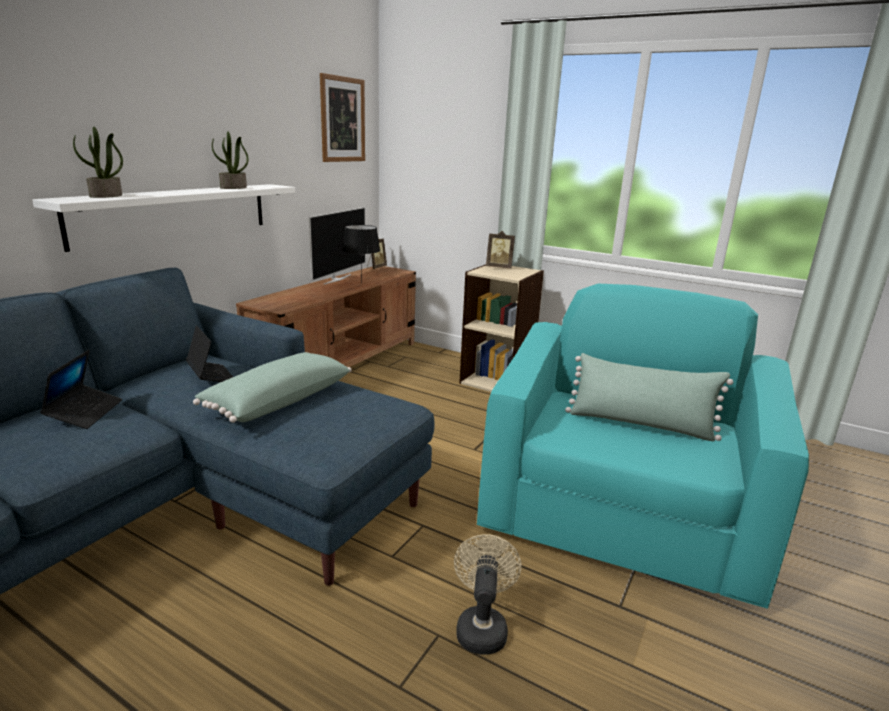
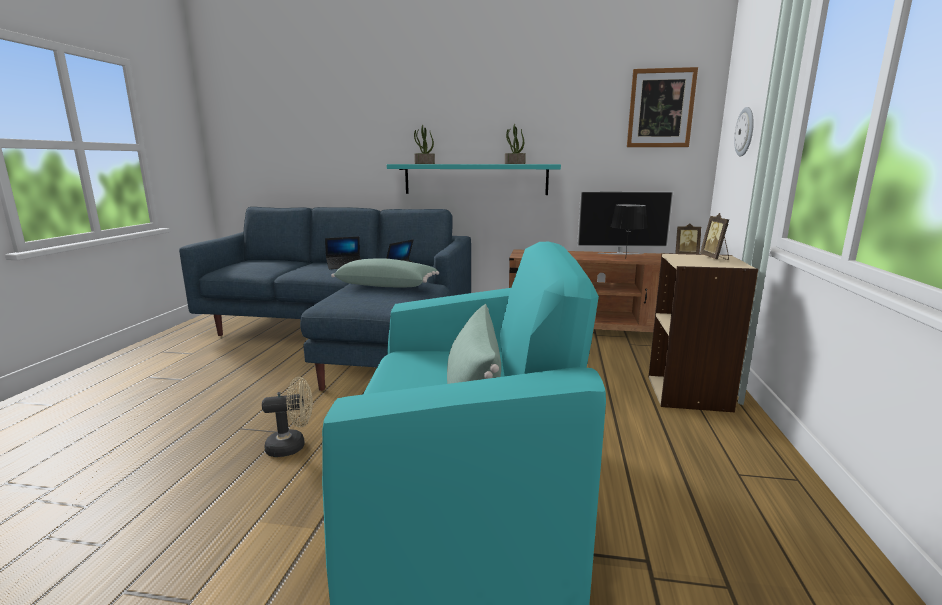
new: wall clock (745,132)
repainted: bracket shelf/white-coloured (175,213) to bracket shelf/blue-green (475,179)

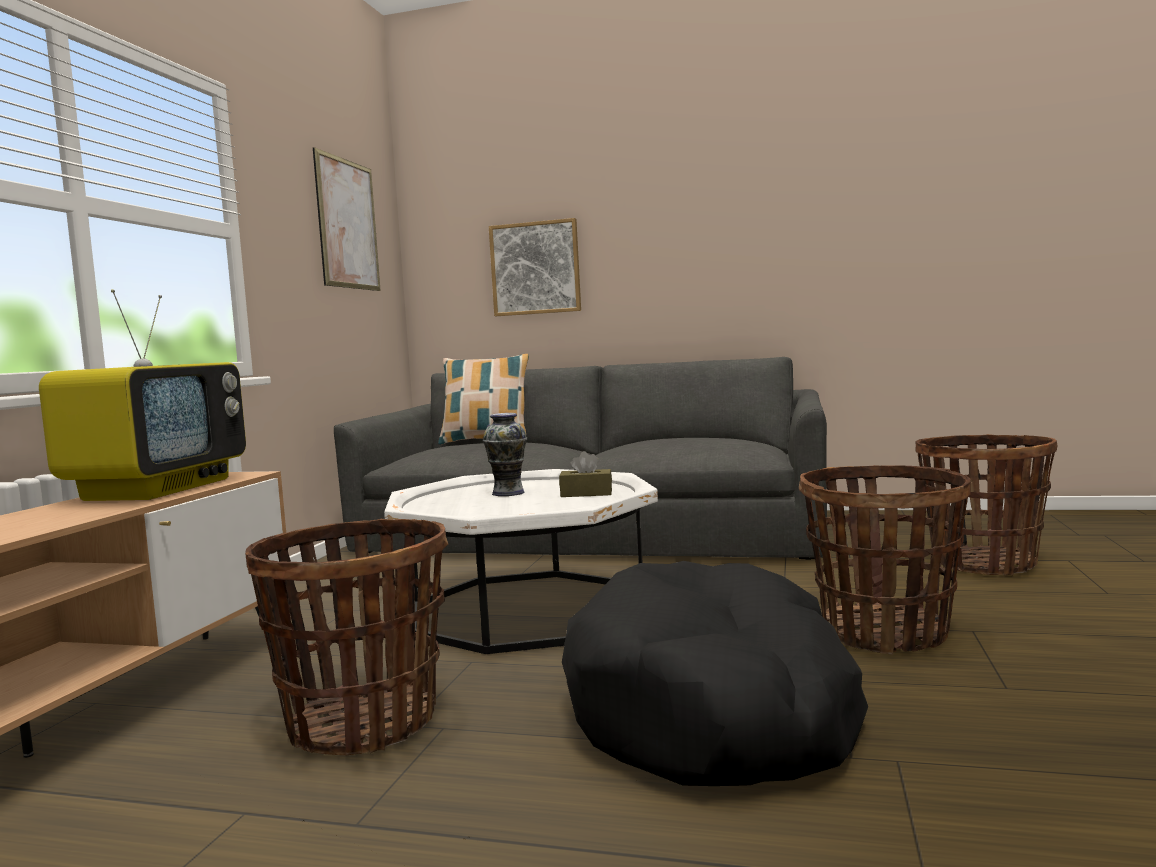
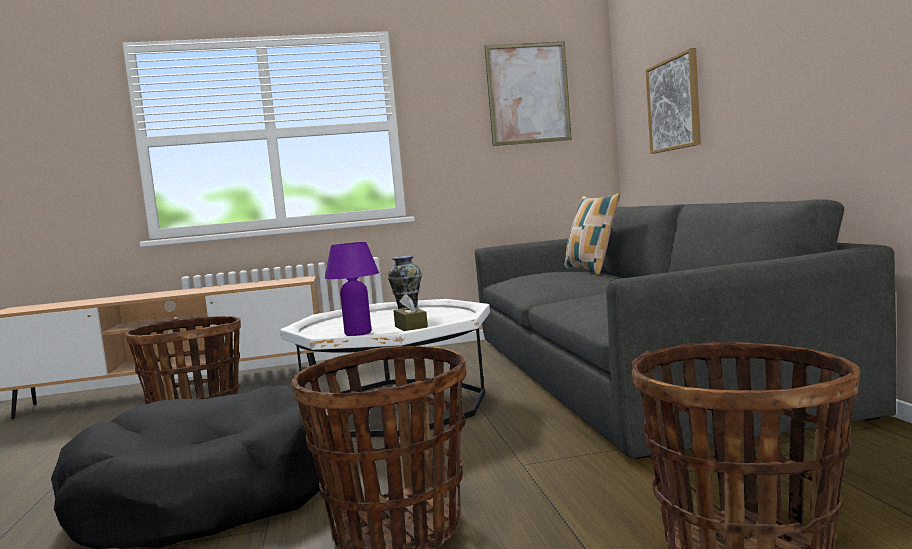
gone: television (158,489)
new: tabletop lamp/purple-coloured (358,333)

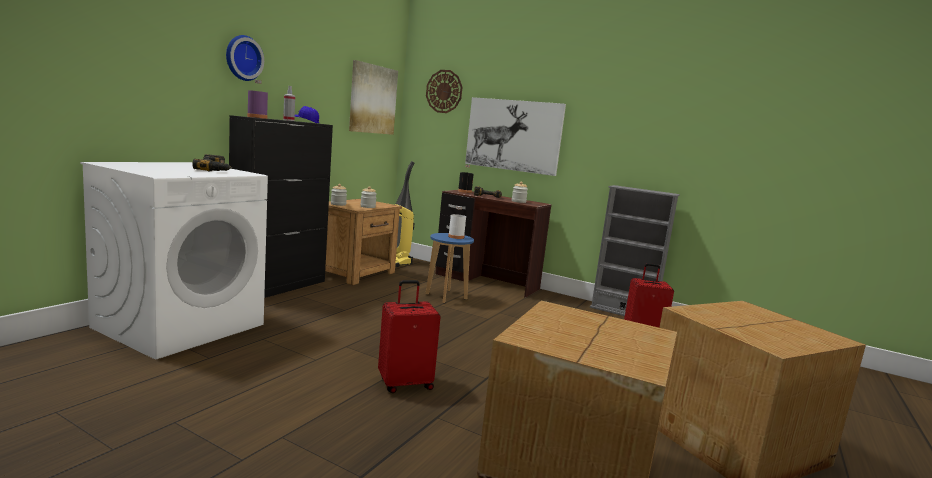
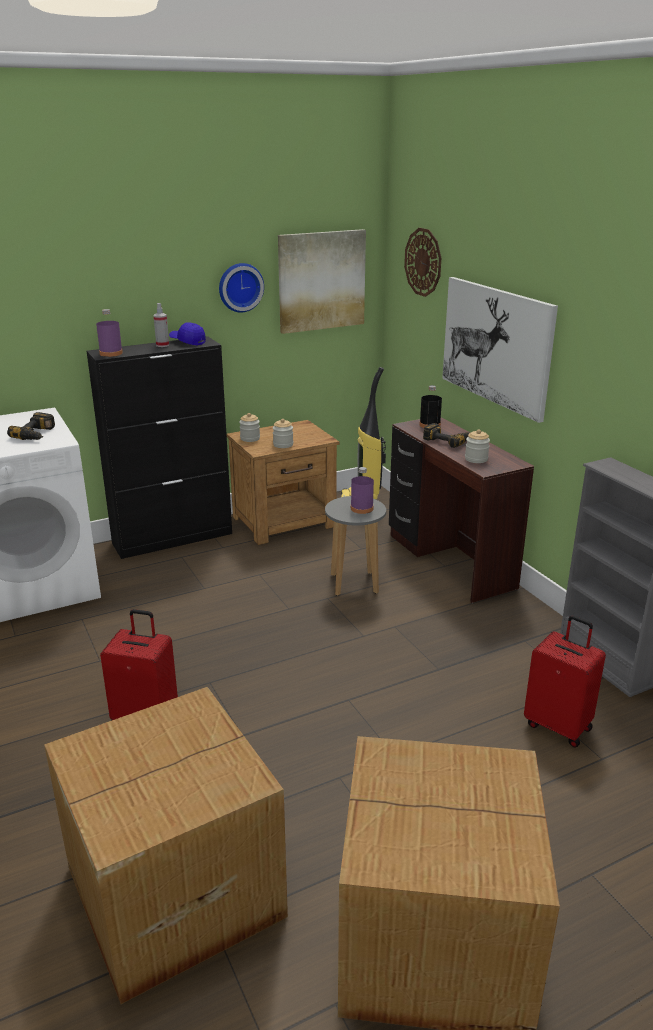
shifted: wall clock (242,58) to (240,287)
repainted: stool/blue (446,297) to stool/gray (353,584); beverage bottle/white-coloured (456,237) to beverage bottle/purple-coloured (361,508)

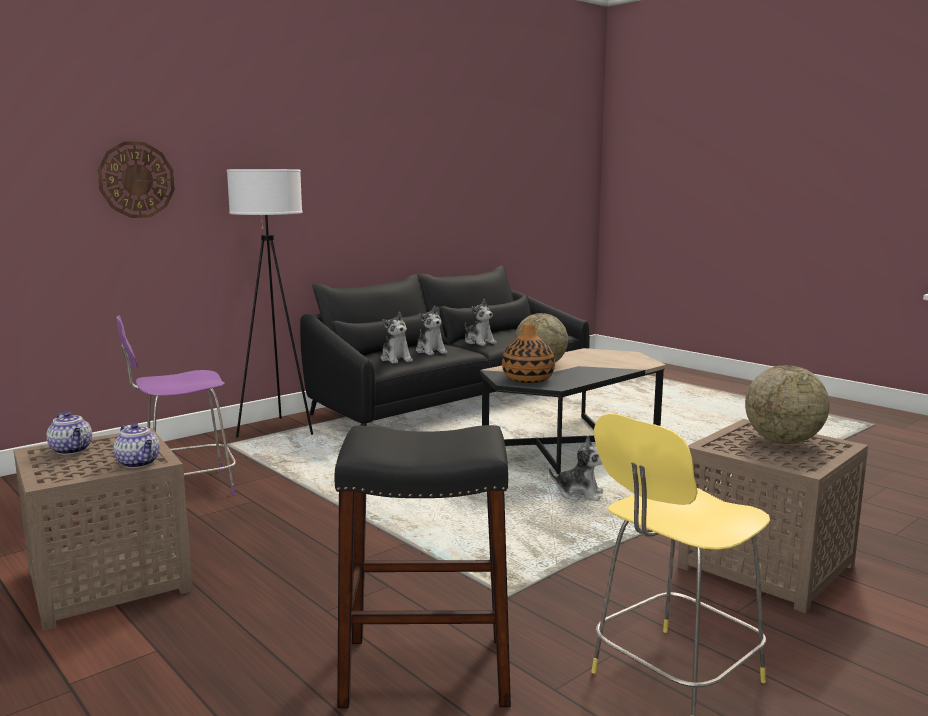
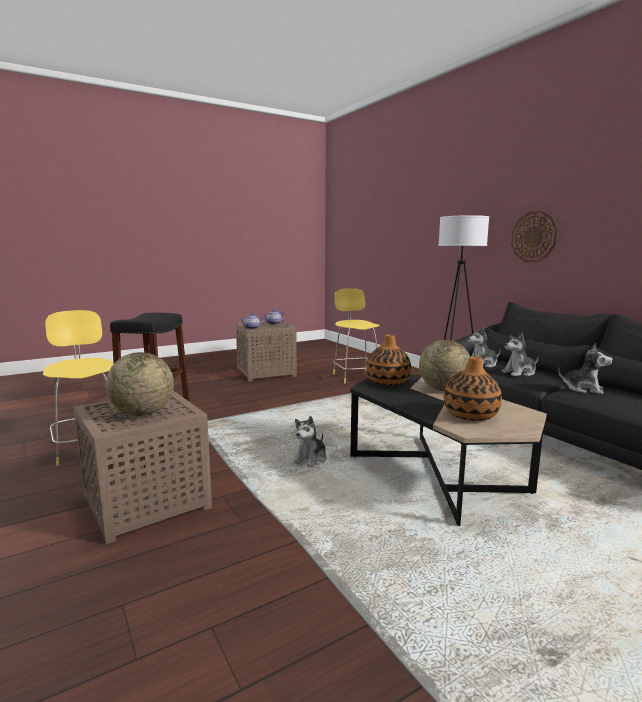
new: decorative vase (470,415)
shifted: wall clock (136,180) to (534,237)
repainted: stool/purple-coloured (185,488) to stool/yellow (355,376)
rotated: soft toy (479,342) = (583,389) 120 degrees counterclockwise

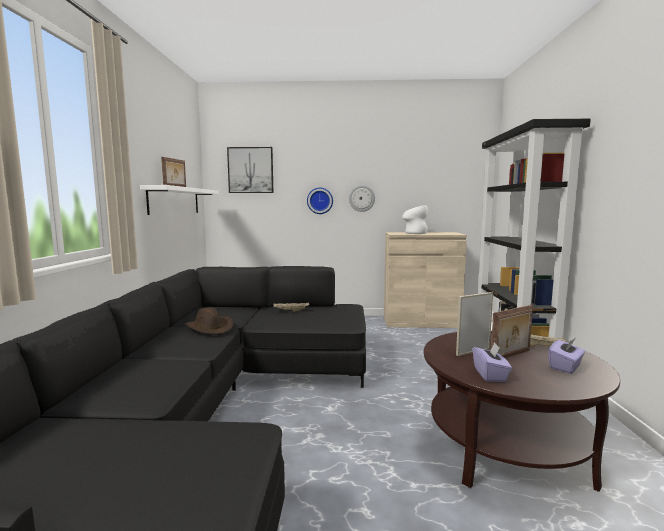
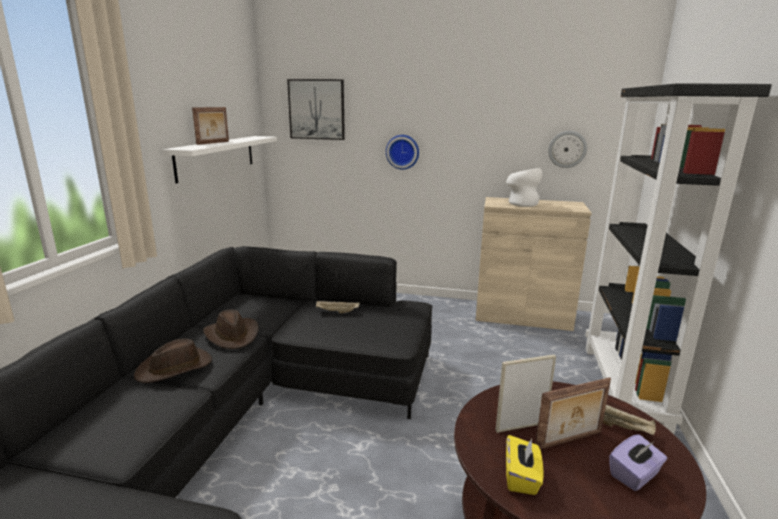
new: wearable hat/brownish (175,368)
shifted: wall clock (361,198) to (567,149)
repainted: tissue box/purple-coloured (490,375) to tissue box/yellow (521,477)

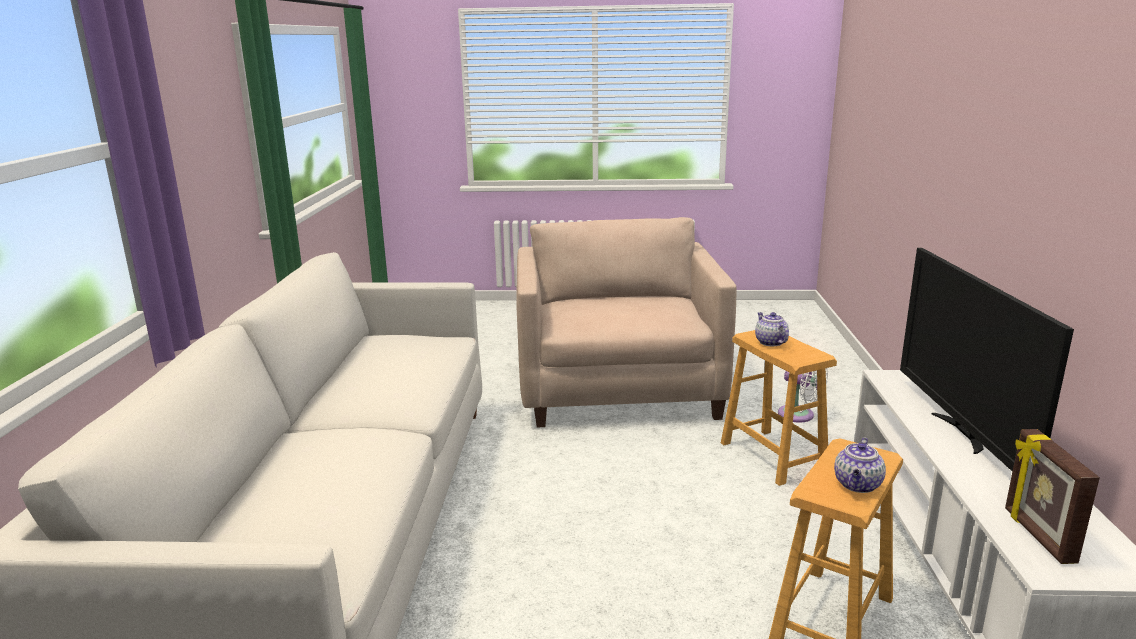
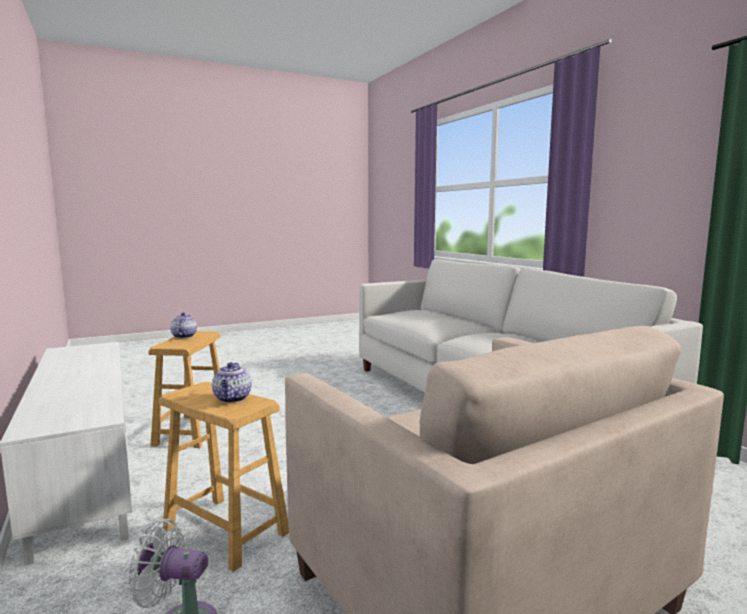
gone: television (961,433); picture frame (1037,535)
rotated: tea pot (770,342) = (232,399) 45 degrees clockwise

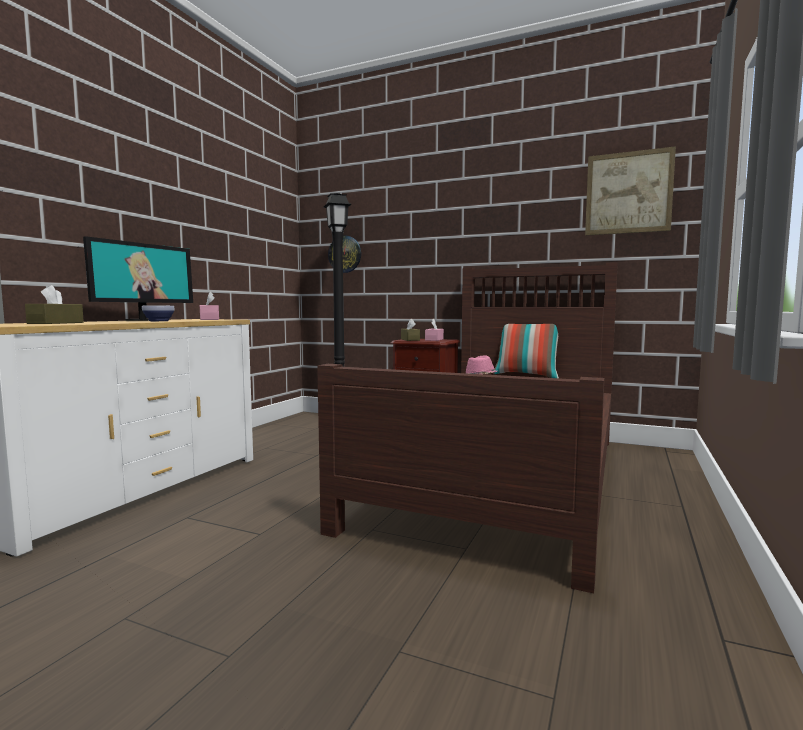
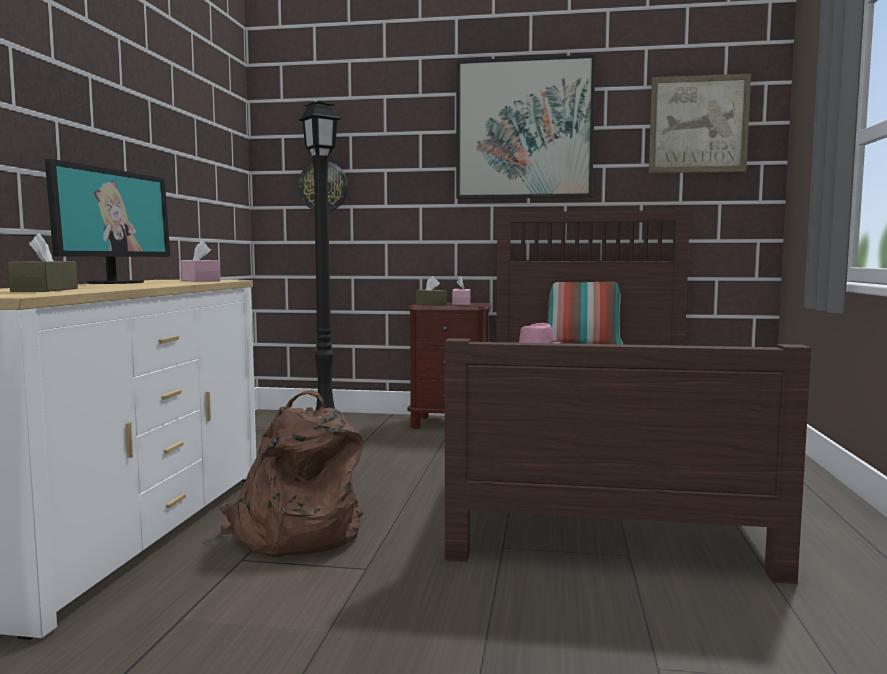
gone: serving bowl (158,321)
new: rucksack/brownish (295,534); wall picture (524,129)

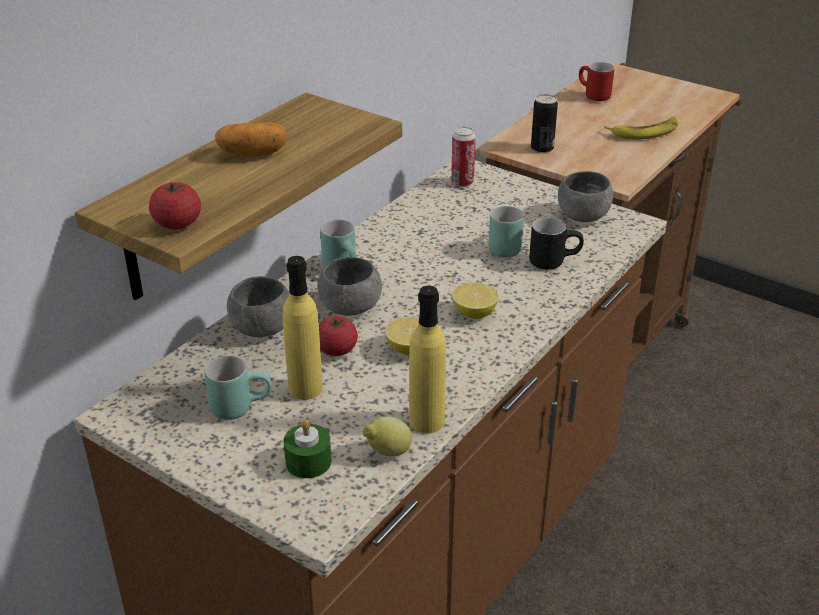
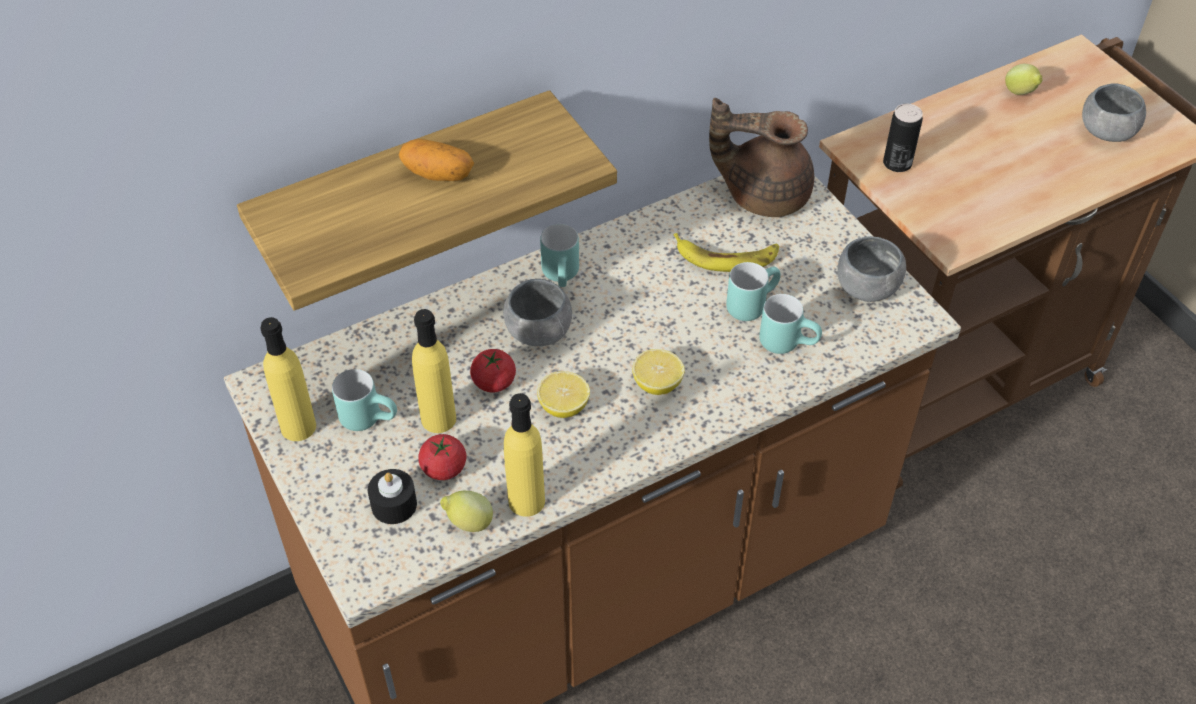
new: beverage bottle/yellow (298,427)
shifted: fresh tomato (177,224) to (444,468); banana fruit (645,132) to (726,256); serving bowl/gray (262,328) to (1107,131)
swapped: metal can (462,183) to tea pot/brownish (763,193); tea mug/reddish (592,95) to citrus fruit (1020,93)
repainted: candle/greenish (308,462) to candle/black-coloured (394,504); tea mug/black-coloured (553,261) to tea mug/blue-green (788,342)

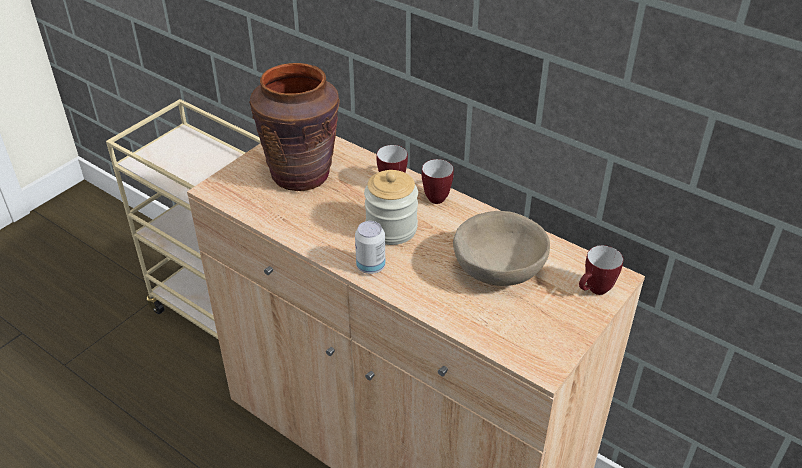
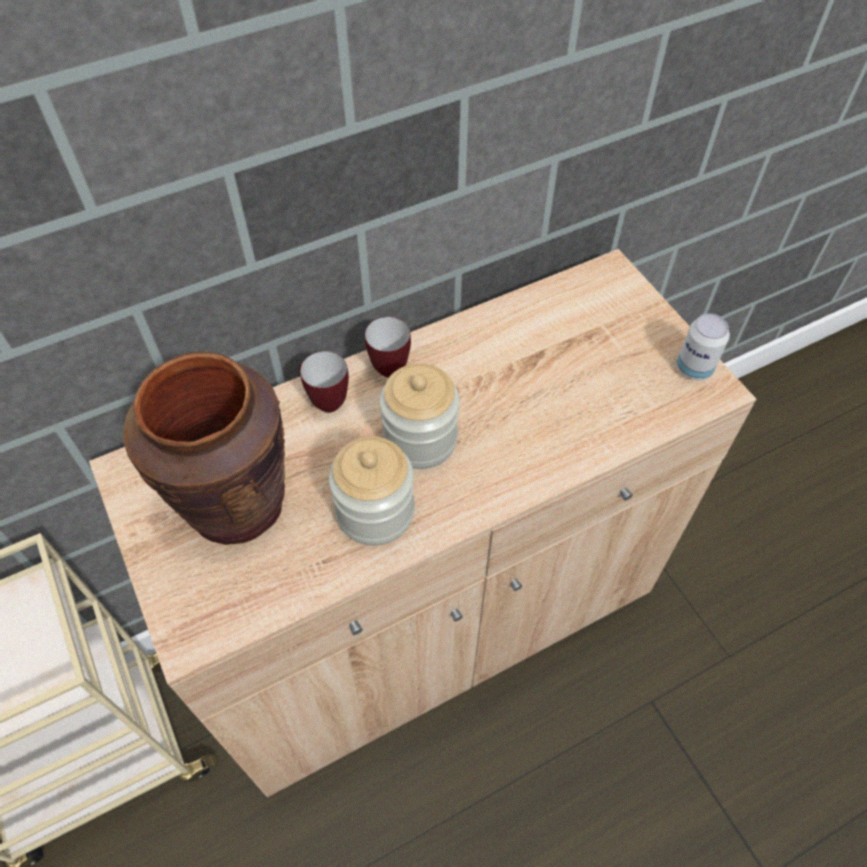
gone: serving bowl/beige-coloured (499,270); tea mug (594,291)
new: preserve jar (375,512)
shifted: metal can (370,266) to (694,368)

